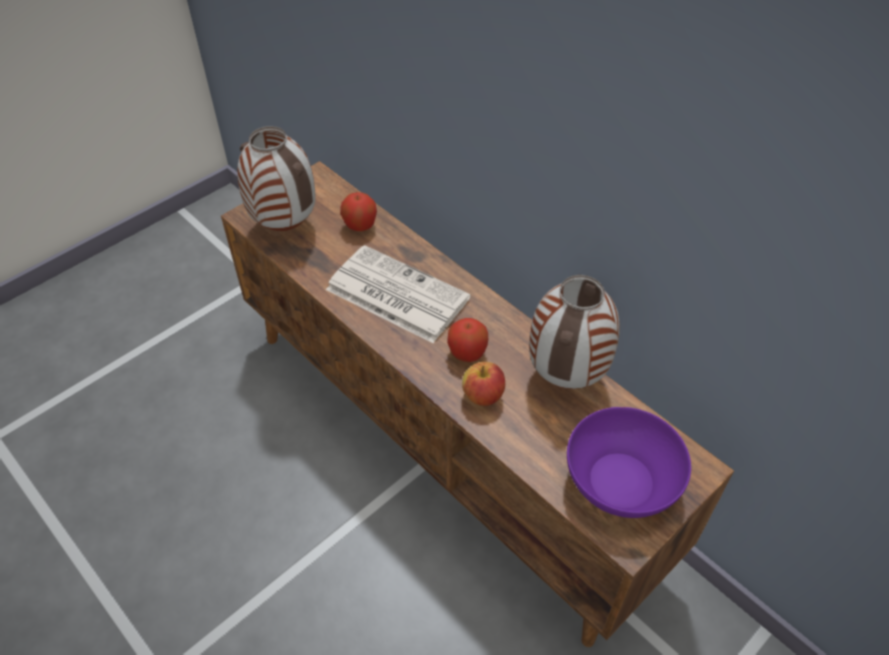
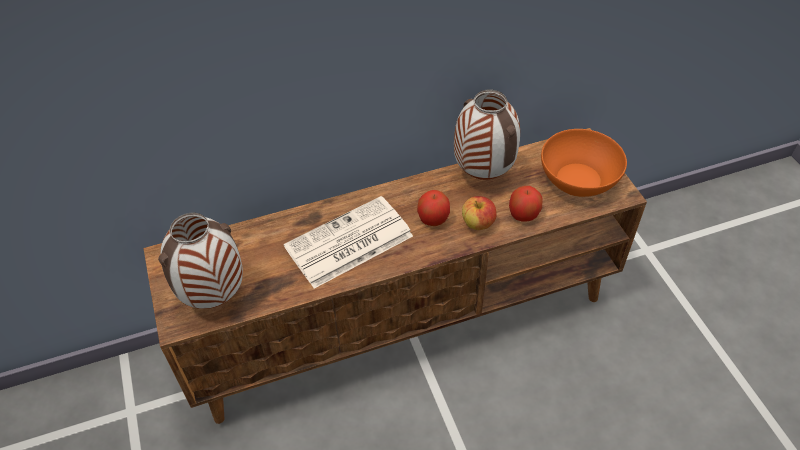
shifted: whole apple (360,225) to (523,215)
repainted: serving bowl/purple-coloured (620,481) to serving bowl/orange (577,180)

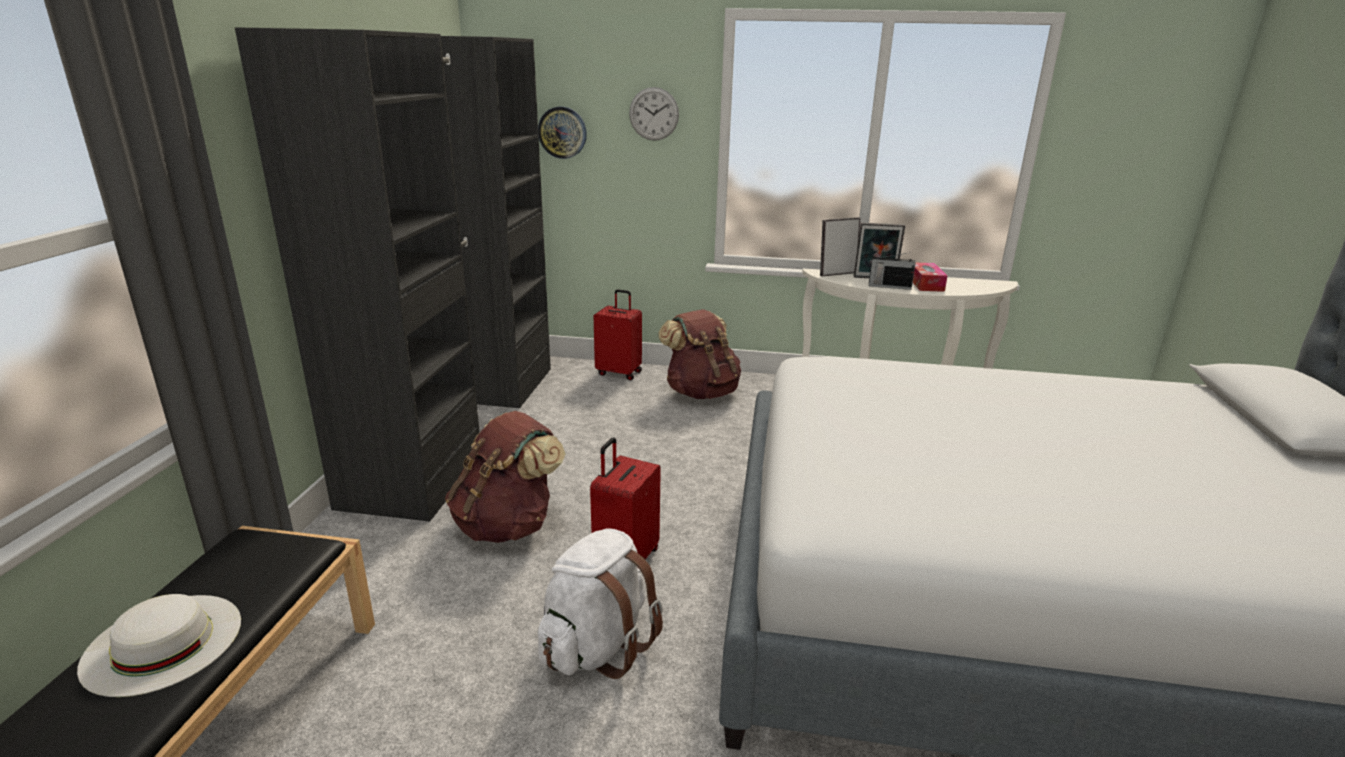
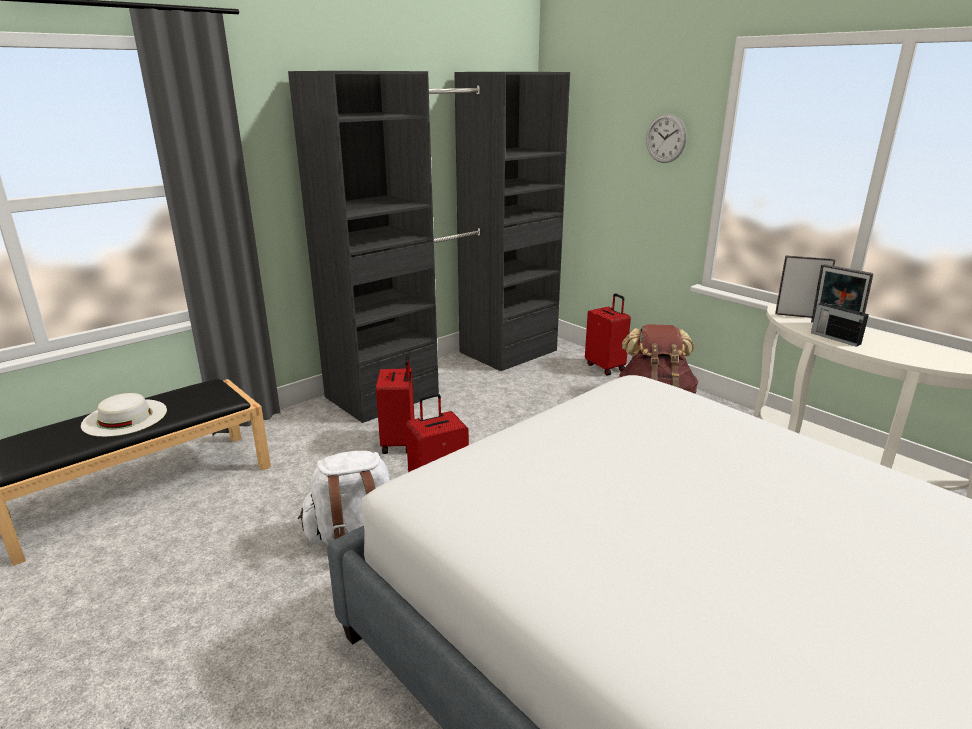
gone: wall clock (562,132); tissue box (925,284)
swapped: rucksack/brownish (508,525) to travel case/reddish (400,443)

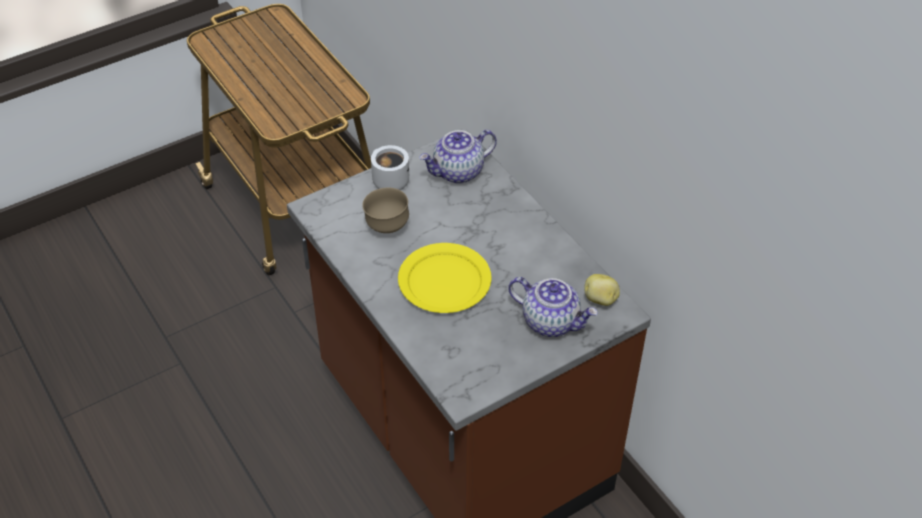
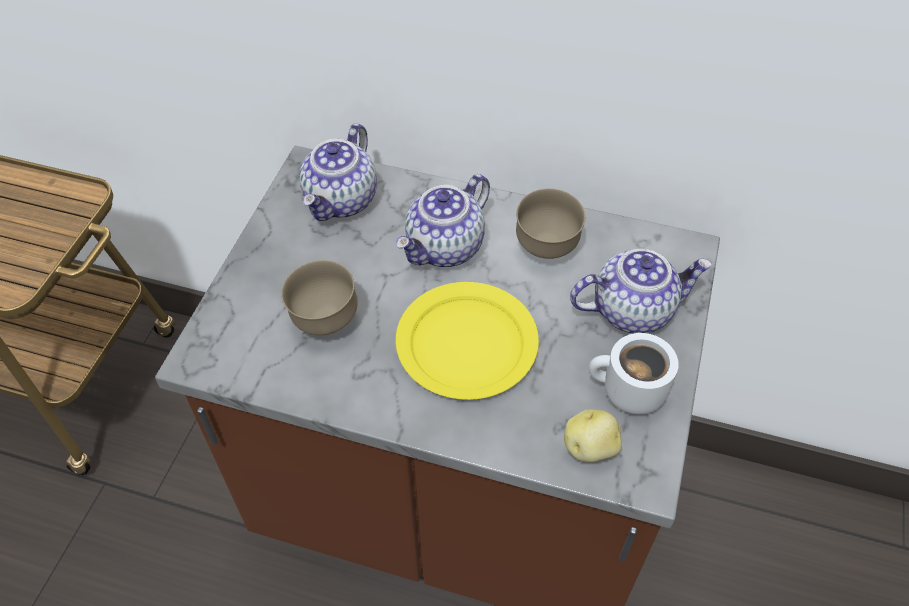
new: tea pot (445,248); serving bowl/brownish (546,248)
shifted: potato (600,299) to (591,448); tea mug/white-coloured (387,181) to (628,393)

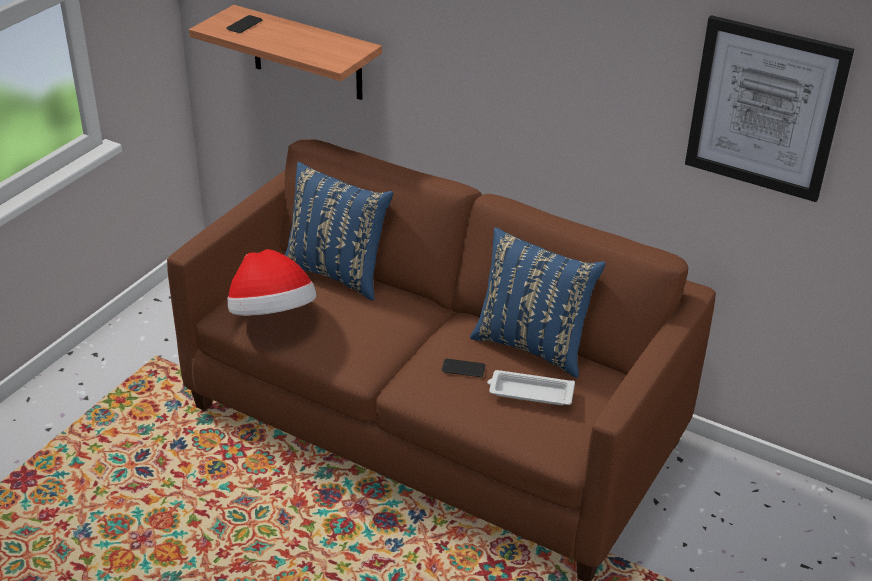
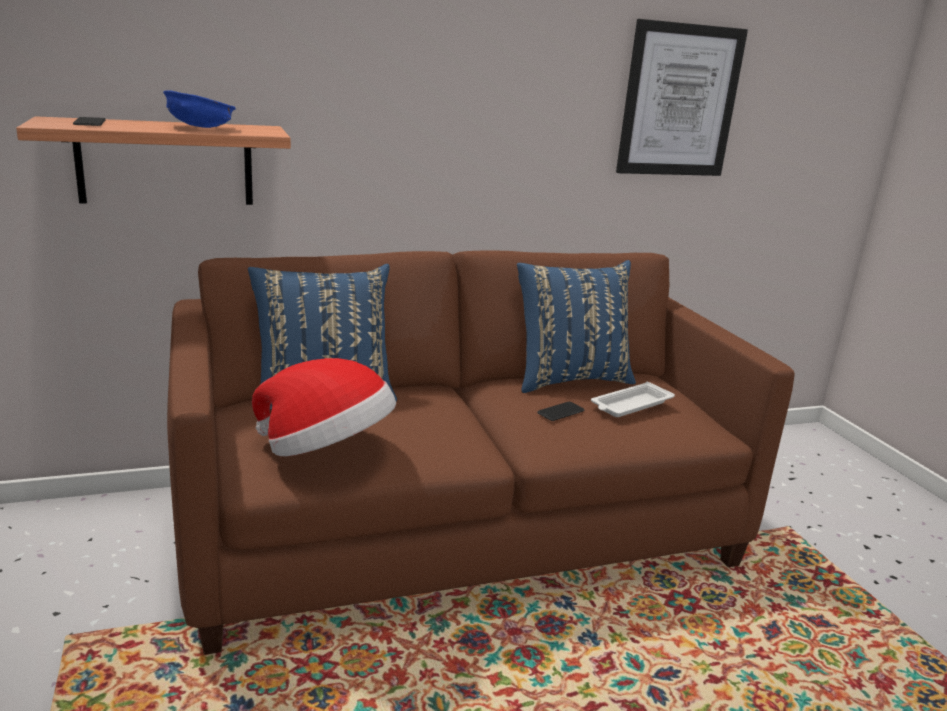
new: serving bowl/blue (200,128)

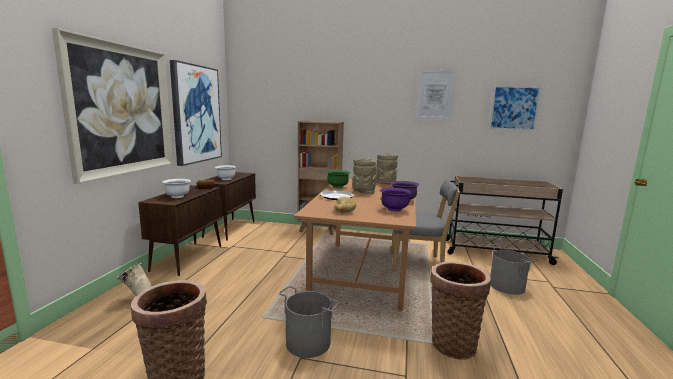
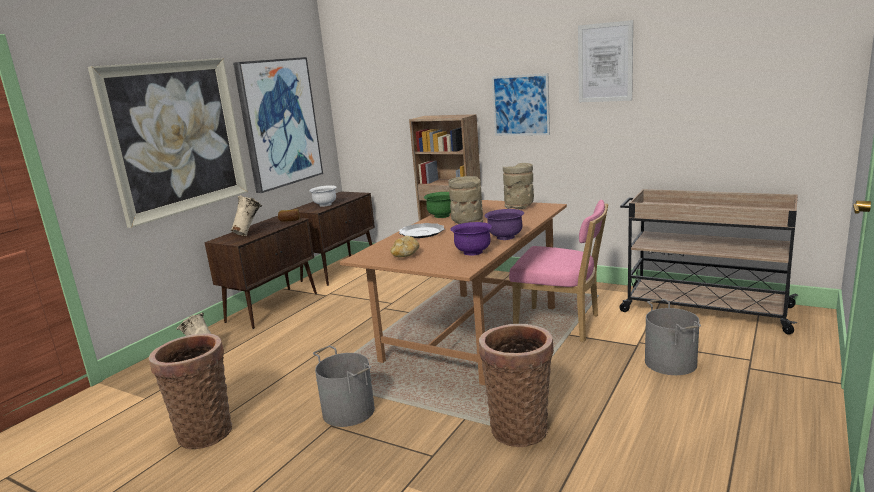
shifted: wall picture (514,108) to (520,105)
swapped: serving bowl/white-coloured (178,196) to decorative vase/beige-coloured (249,234)
repainted: plain chair/gray (418,264) to plain chair/pink-coloured (561,325)

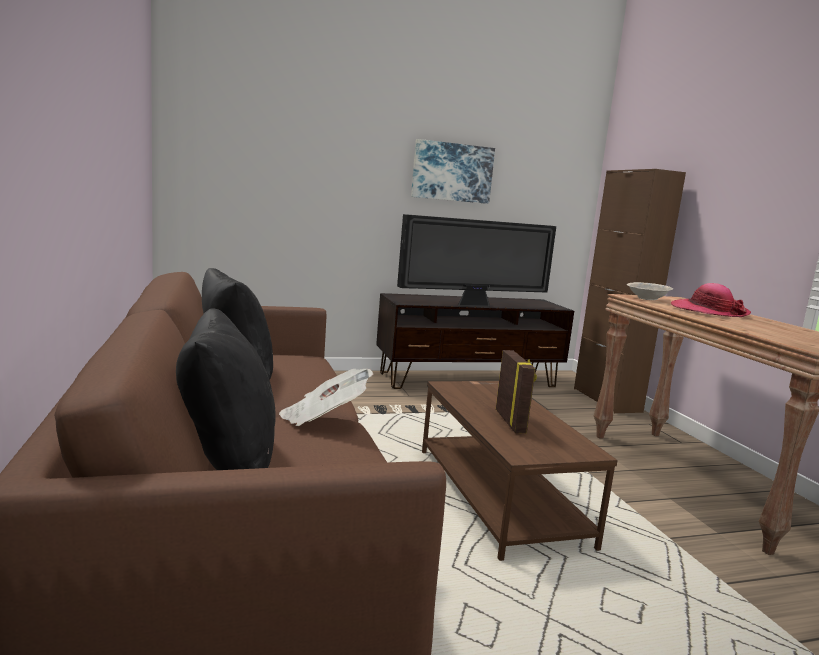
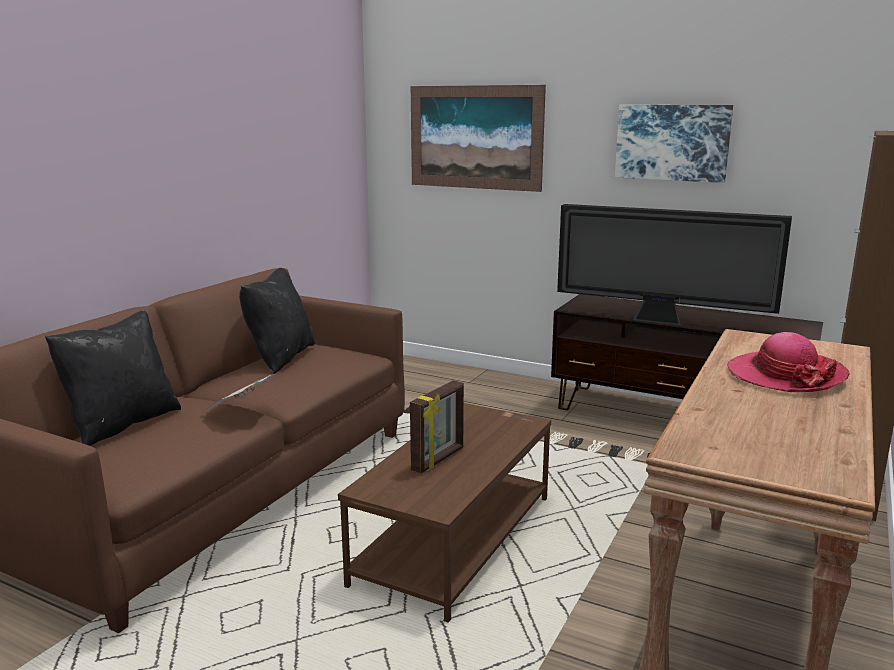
gone: serving bowl/beige-coloured (647,299)
new: wall picture (475,137)

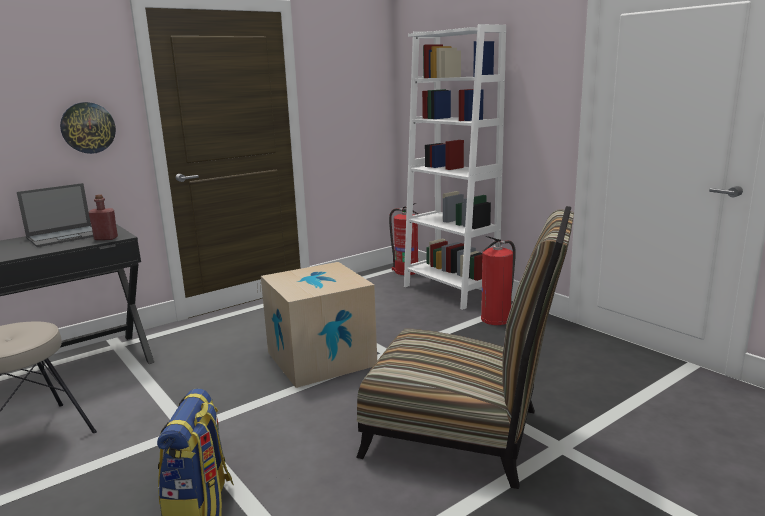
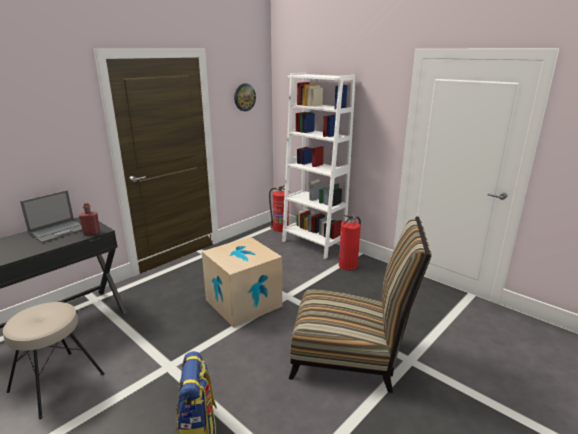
shifted: wall clock (88,128) to (244,97)

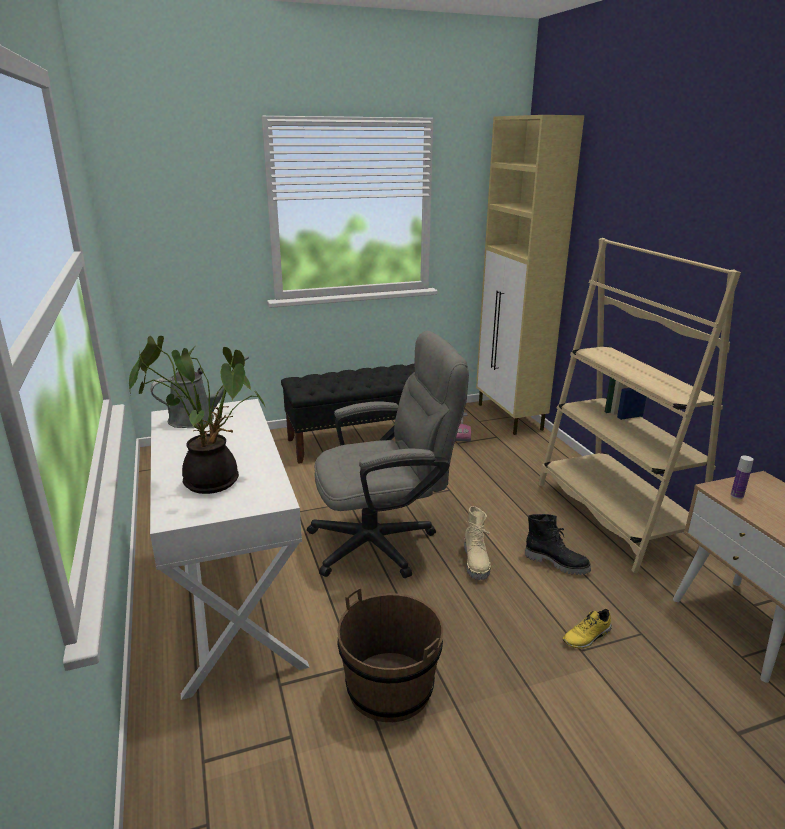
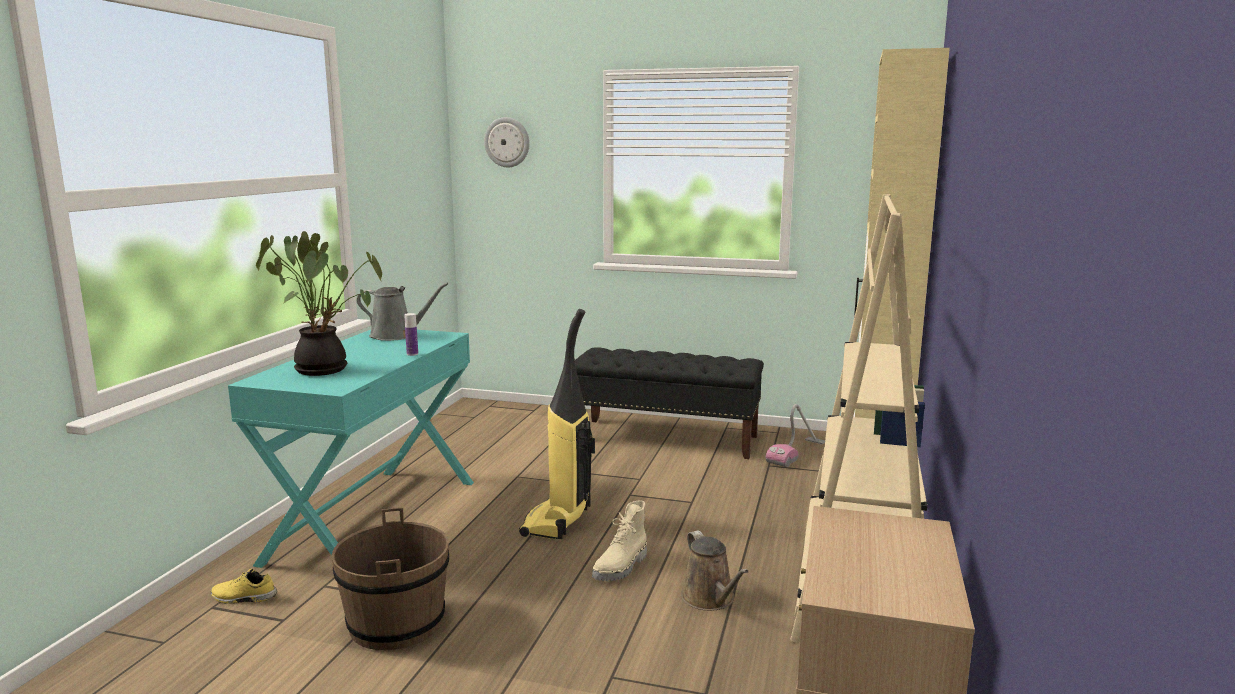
new: wall clock (507,142)
shifted: shoe/yellow (587,637) to (243,598); beverage bottle (737,495) to (412,354)
swapped: computer chair/gray (384,542) to vacuum cleaner (557,522); boot/black-coloured (557,562) to watering pot/brownish (710,599)
repainted: desk unit/white-coloured (231,600) to desk unit/blue-green (373,519)

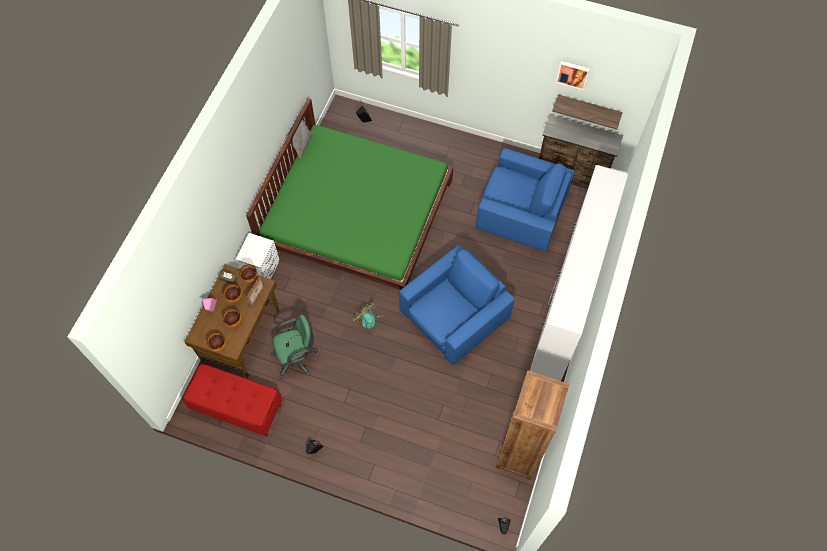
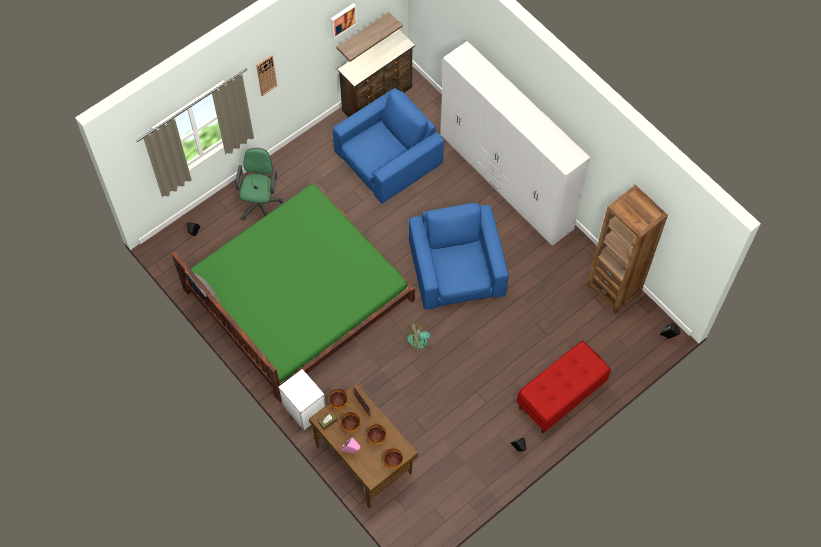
new: wall clock (266,75)
shifted: computer chair/greenish (297,358) to (260,203); bench/reddish (237,407) to (560,396)

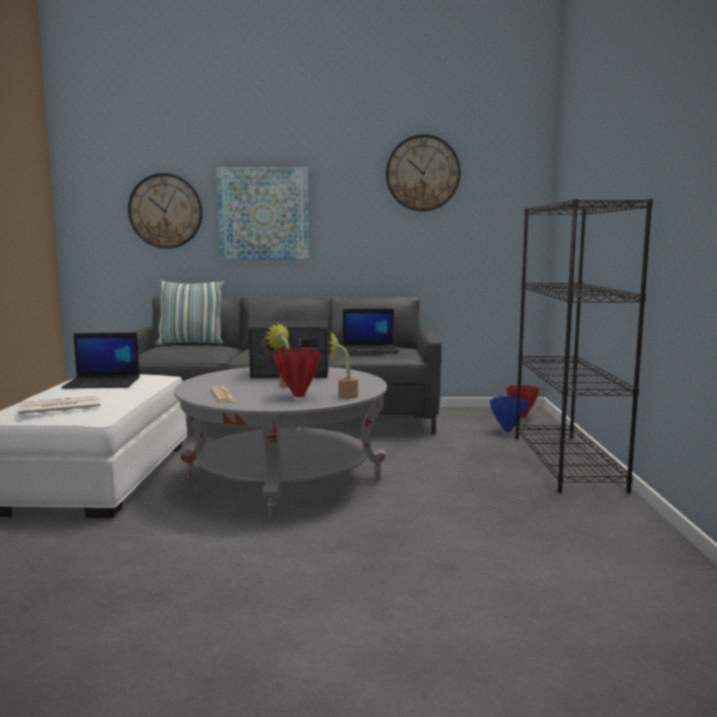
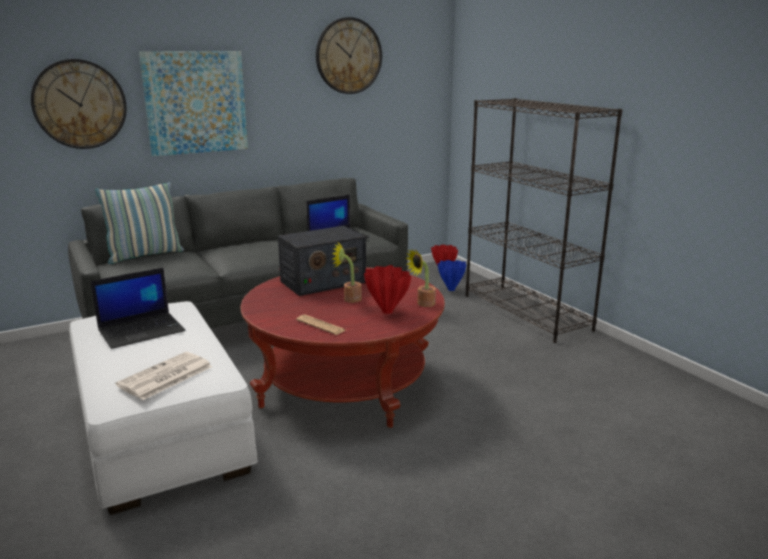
repainted: low table/gray (284,479) to low table/reddish (345,383)

